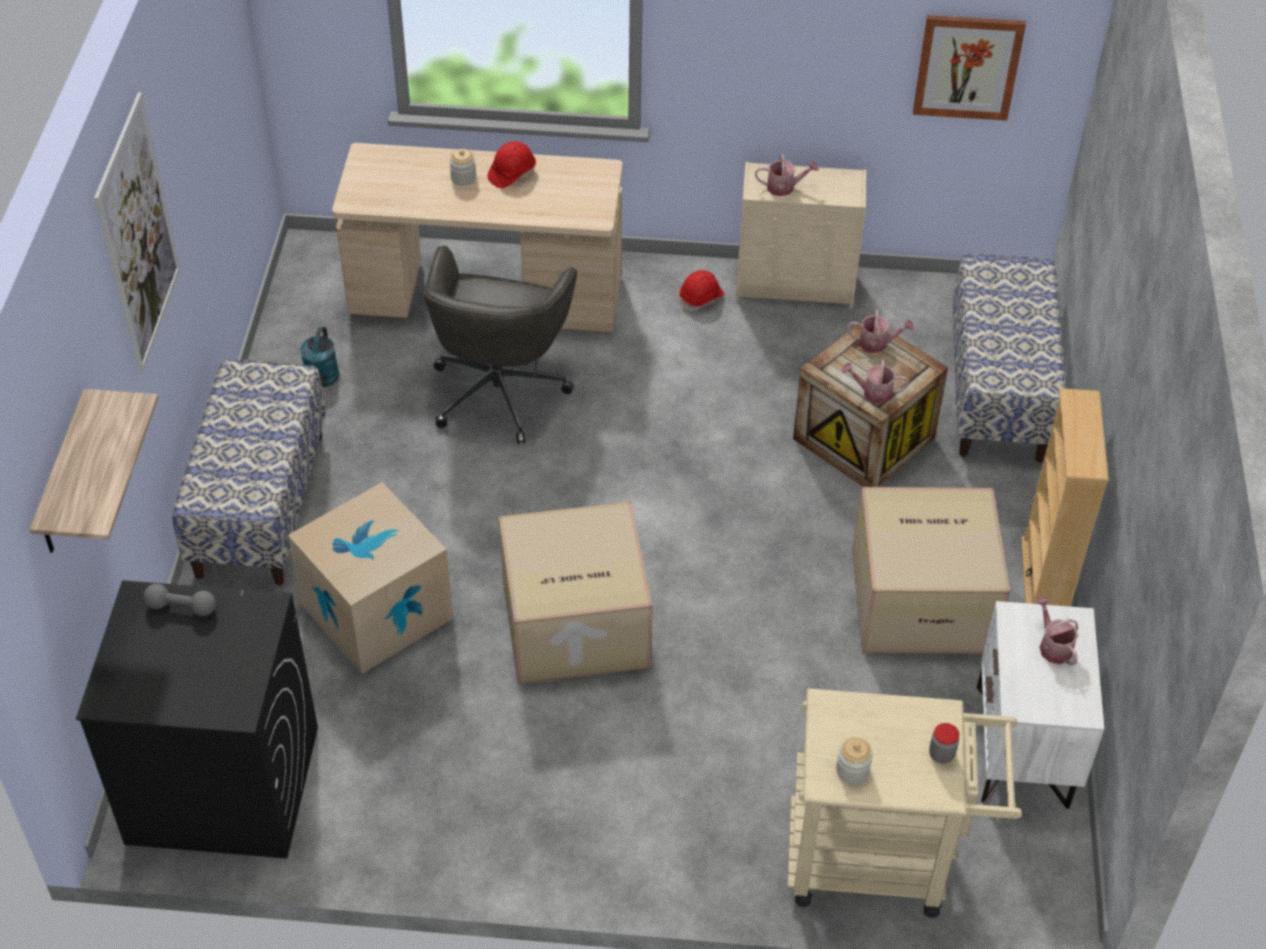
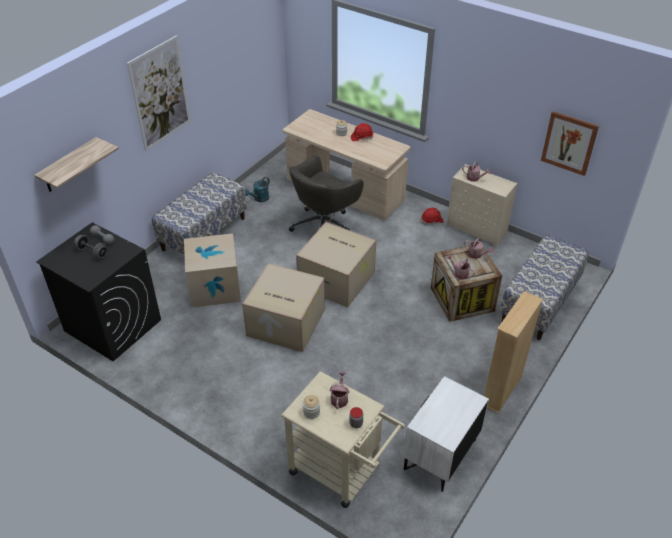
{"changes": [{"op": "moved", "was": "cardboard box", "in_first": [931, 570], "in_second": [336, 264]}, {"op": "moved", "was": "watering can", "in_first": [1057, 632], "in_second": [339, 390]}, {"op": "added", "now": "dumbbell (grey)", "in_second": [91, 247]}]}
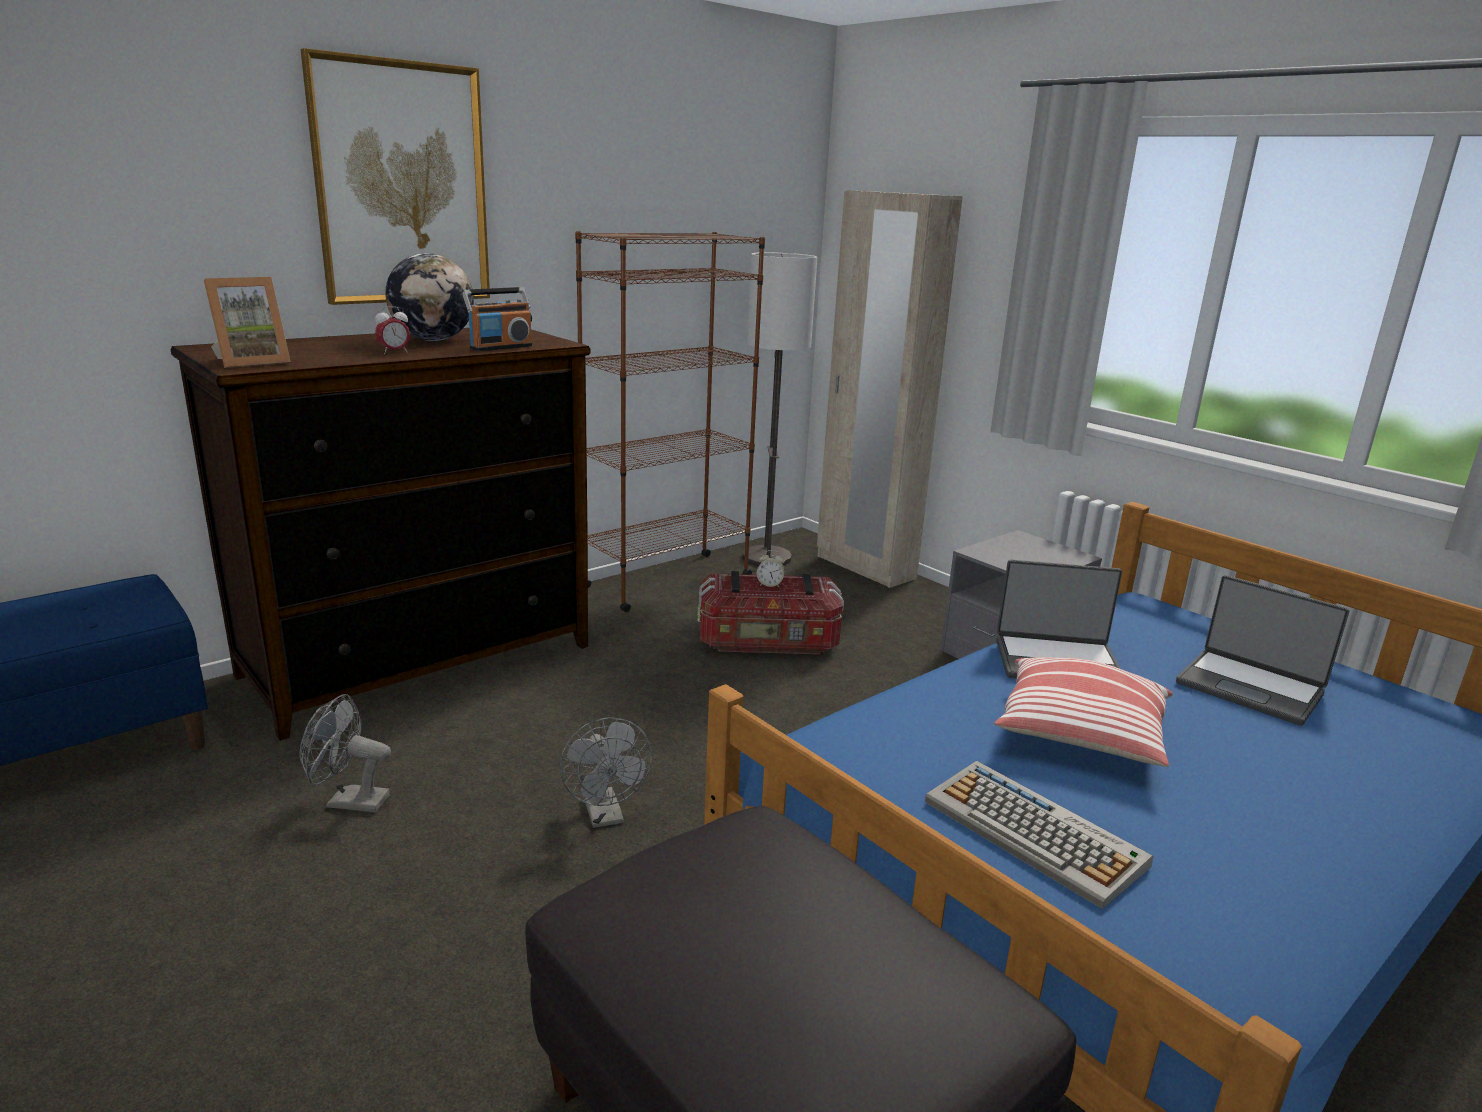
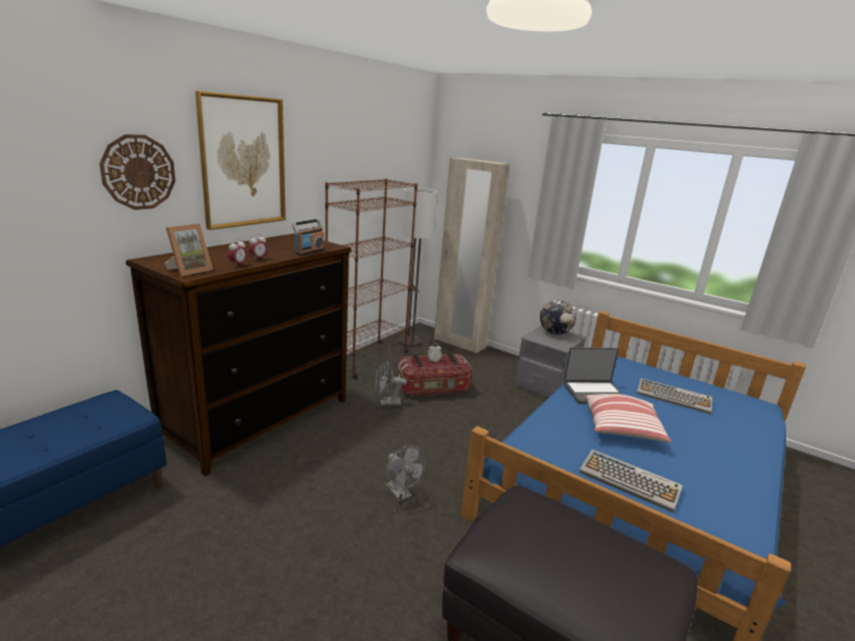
{"changes": [{"op": "moved", "was": "globe", "in_first": [429, 297], "in_second": [558, 317]}, {"op": "replaced", "was": "laptop", "now": "keyboard", "in_first": [1262, 650], "in_second": [674, 396]}, {"op": "moved", "was": "fan (grey)", "in_first": [345, 753], "in_second": [391, 383]}, {"op": "added", "now": "wall clock", "in_second": [137, 172]}, {"op": "added", "now": "alarm clock", "in_second": [237, 253]}]}
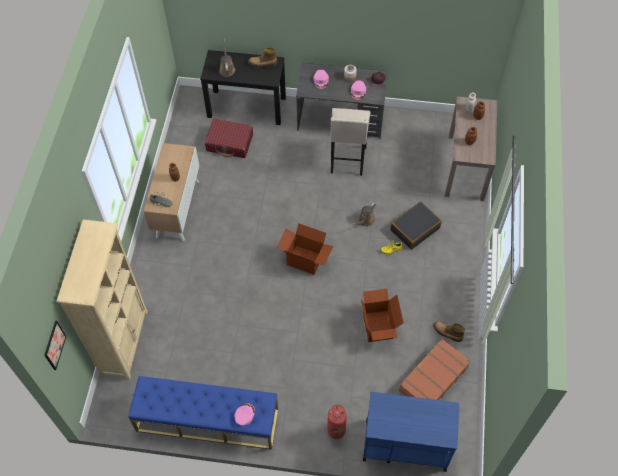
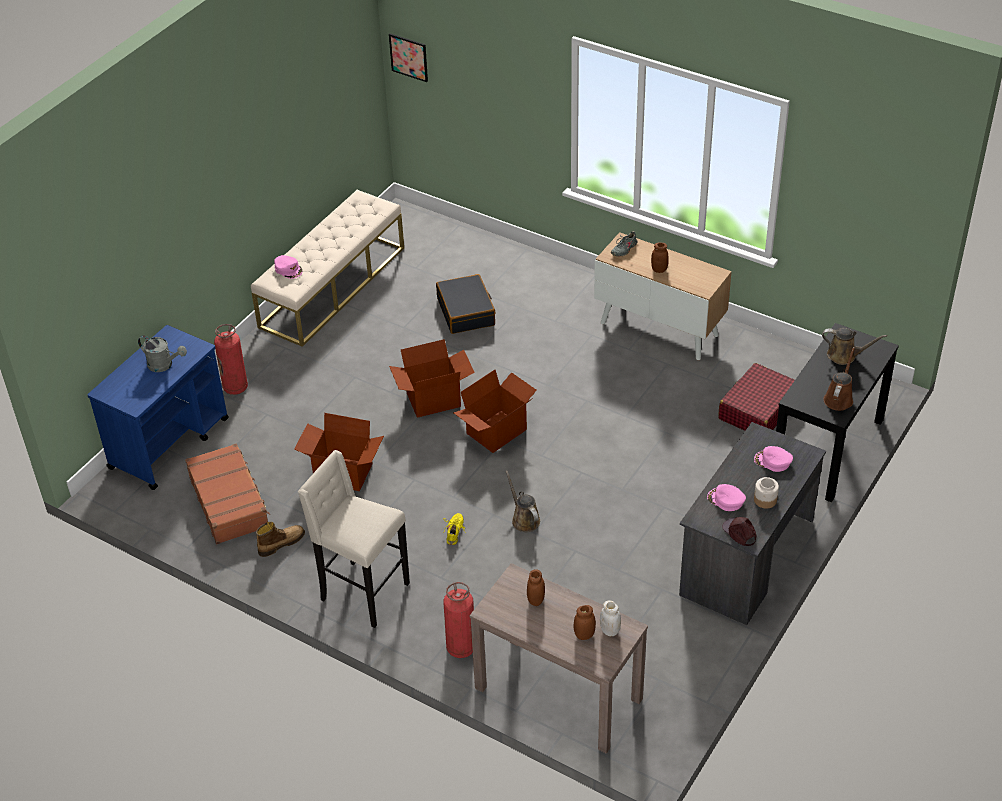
{"changes": [{"op": "replaced", "was": "boot", "now": "watering can (brown)", "in_first": [262, 58], "in_second": [839, 379]}, {"op": "moved", "was": "stool (beige)", "in_first": [350, 142], "in_second": [354, 539]}, {"op": "moved", "was": "suitcase (black)", "in_first": [416, 225], "in_second": [466, 304]}, {"op": "removed", "was": "bookcase (beige)", "in_first": [102, 299]}, {"op": "recoloured", "was": "bench (blue)", "now": "bench (beige)", "in_first": [203, 413], "in_second": [327, 268]}, {"op": "added", "now": "watering can (grey)", "in_second": [162, 353]}, {"op": "added", "now": "cardboard box", "in_second": [432, 378]}, {"op": "added", "now": "fire extinguisher", "in_second": [458, 620]}]}
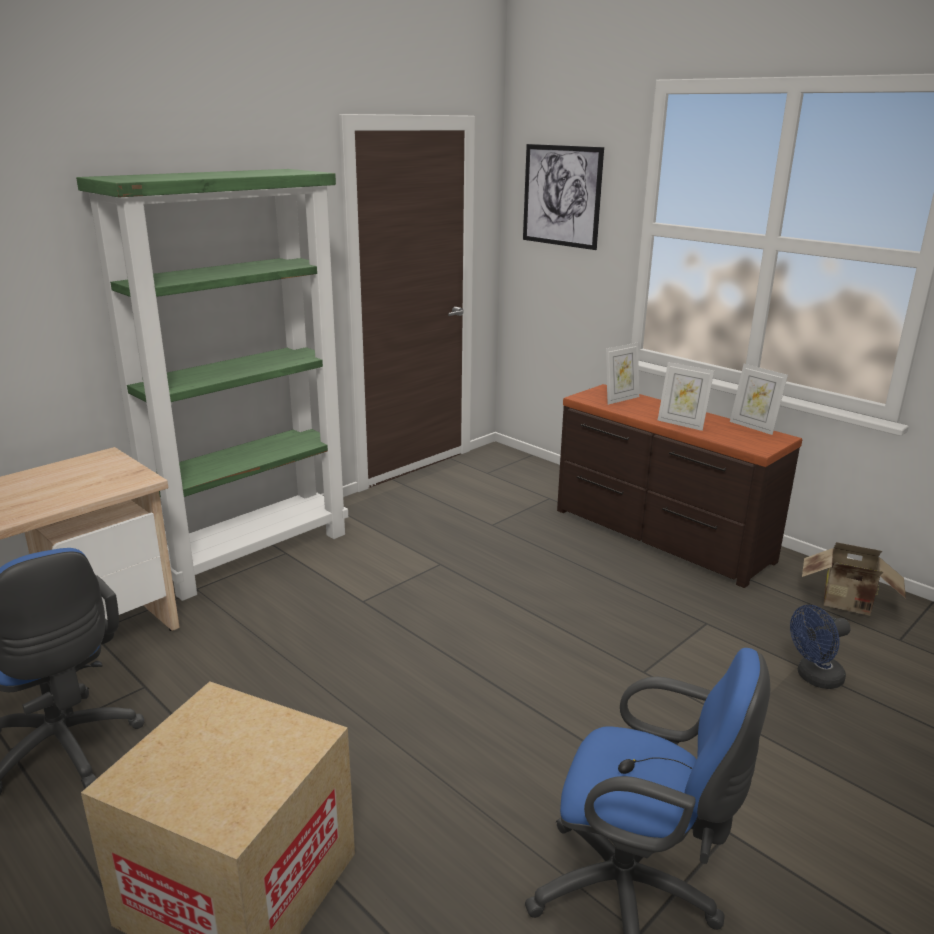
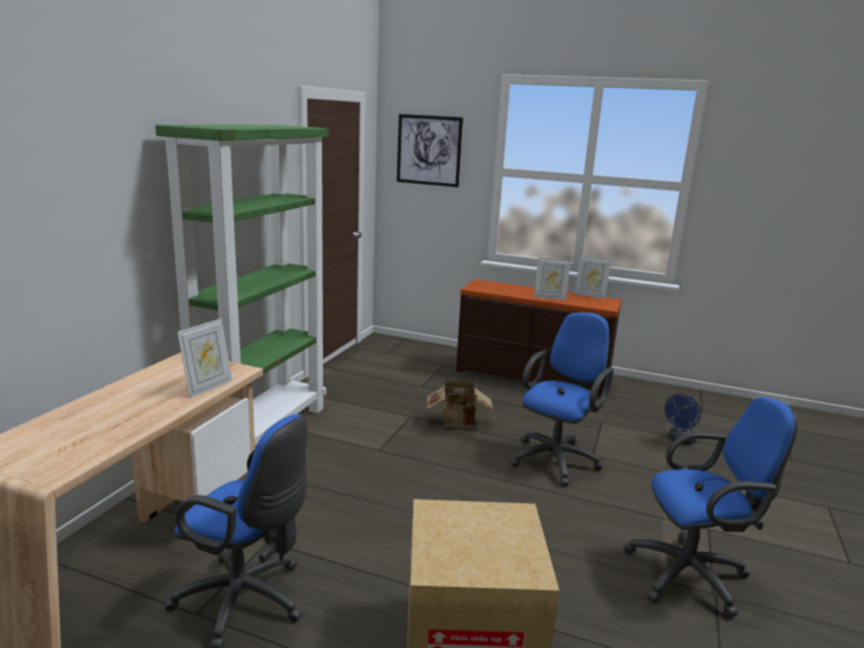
{"changes": [{"op": "moved", "was": "picture frame", "in_first": [622, 373], "in_second": [204, 358]}, {"op": "moved", "was": "cardboard box", "in_first": [854, 579], "in_second": [460, 404]}, {"op": "added", "now": "office chair (blue)", "in_second": [562, 399]}]}
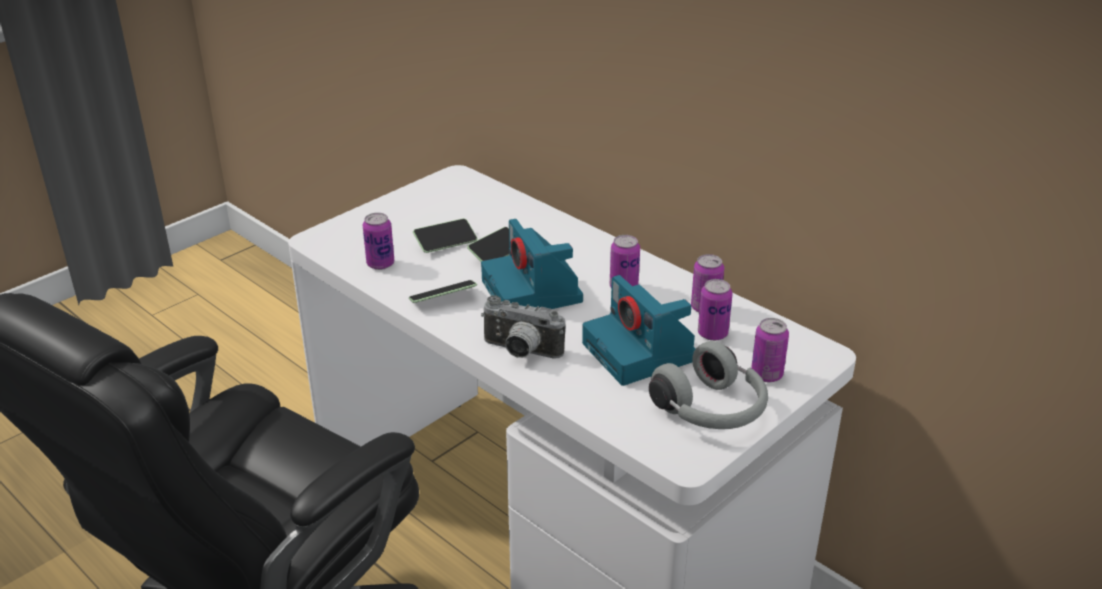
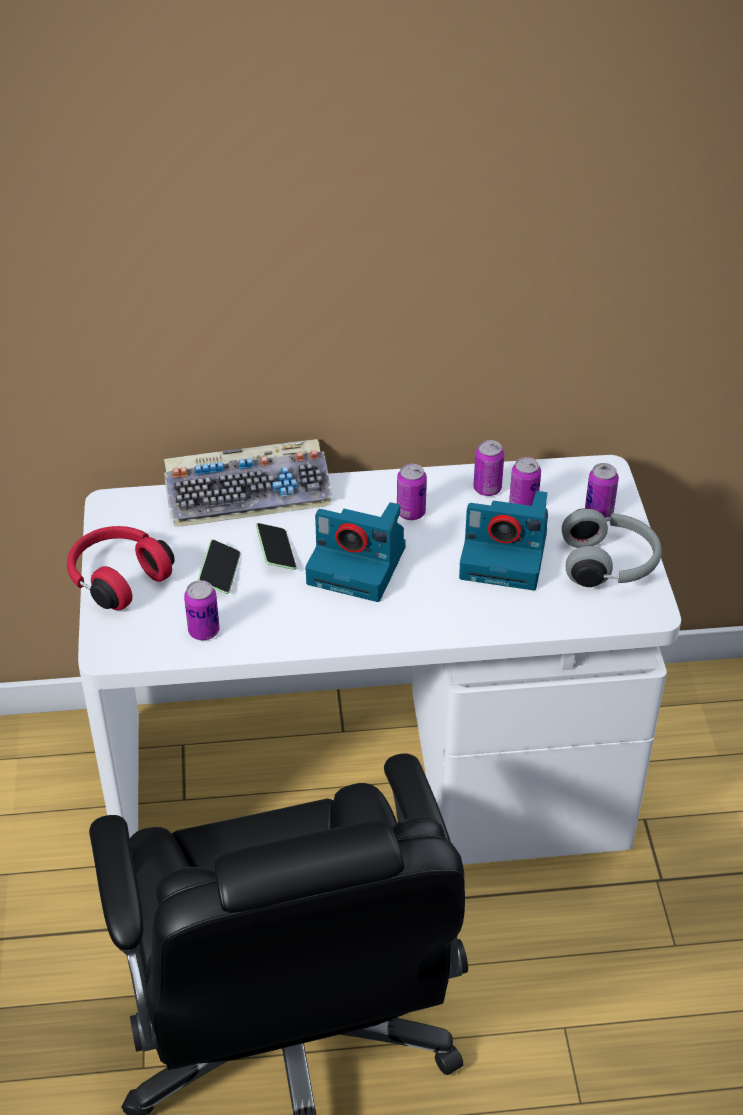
{"changes": [{"op": "removed", "was": "phone", "in_first": [443, 291]}, {"op": "removed", "was": "photo camera", "in_first": [523, 327]}, {"op": "added", "now": "keyboard", "in_second": [248, 483]}, {"op": "added", "now": "headphones (red)", "in_second": [121, 568]}]}
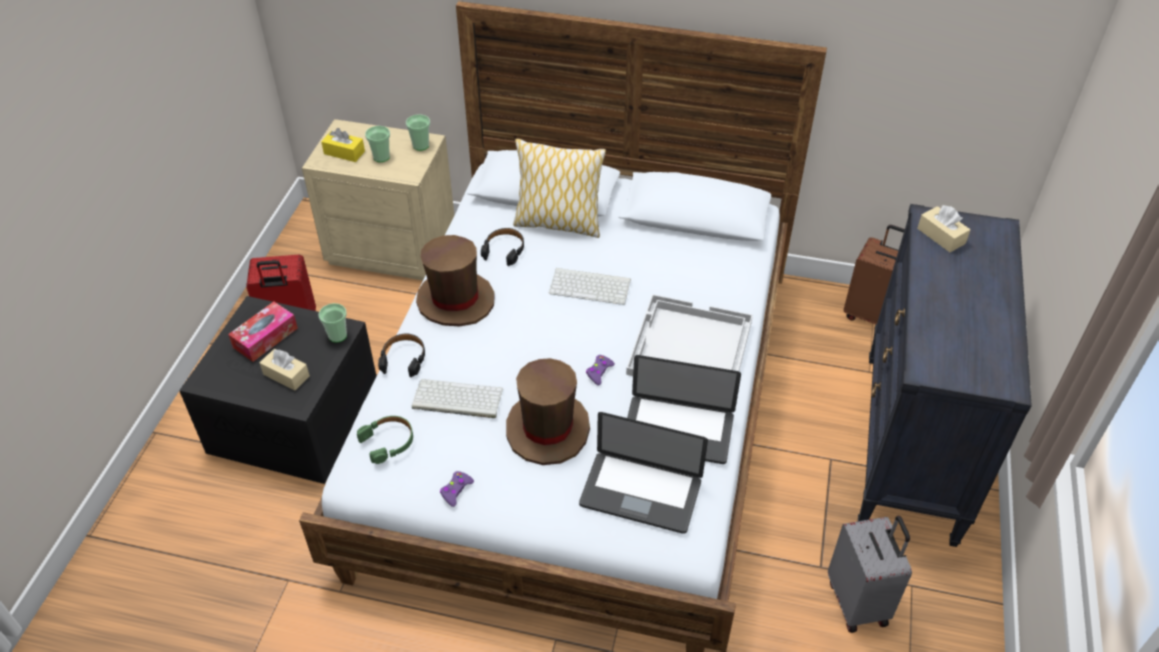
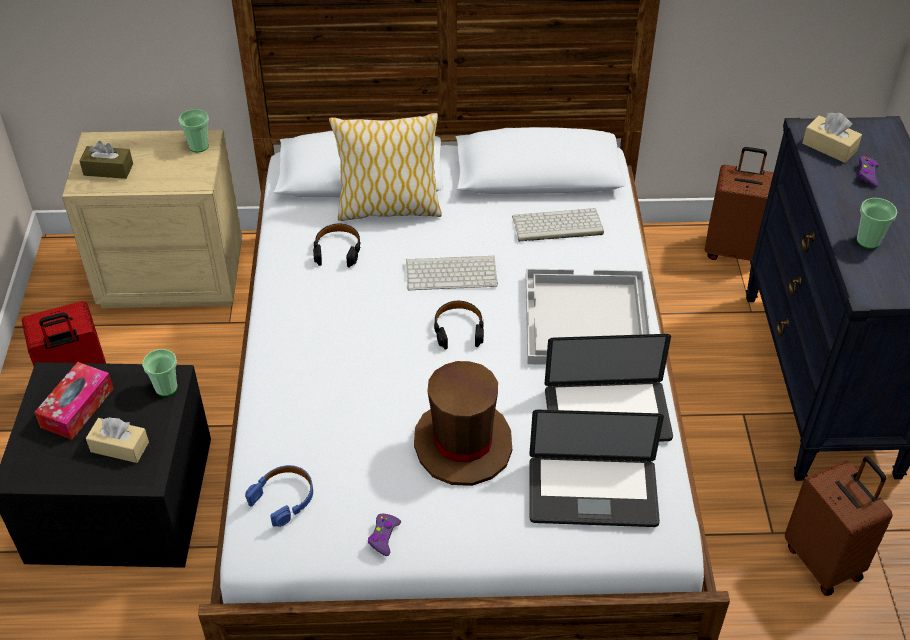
{"changes": [{"op": "moved", "was": "cup", "in_first": [377, 144], "in_second": [877, 223]}, {"op": "recoloured", "was": "tissue box (yellow)", "now": "tissue box (brown)", "in_first": [343, 145], "in_second": [106, 160]}, {"op": "removed", "was": "hat (brown)", "in_first": [455, 280]}, {"op": "moved", "was": "headphones (black)", "in_first": [401, 355], "in_second": [459, 325]}, {"op": "moved", "was": "game controller (purple)", "in_first": [600, 370], "in_second": [868, 171]}, {"op": "moved", "was": "keyboard", "in_first": [457, 398], "in_second": [558, 225]}, {"op": "recoloured", "was": "headphones (green)", "now": "headphones (blue)", "in_first": [385, 440], "in_second": [279, 496]}, {"op": "recoloured", "was": "suitcase (grey)", "now": "suitcase (brown)", "in_first": [870, 574], "in_second": [839, 526]}]}
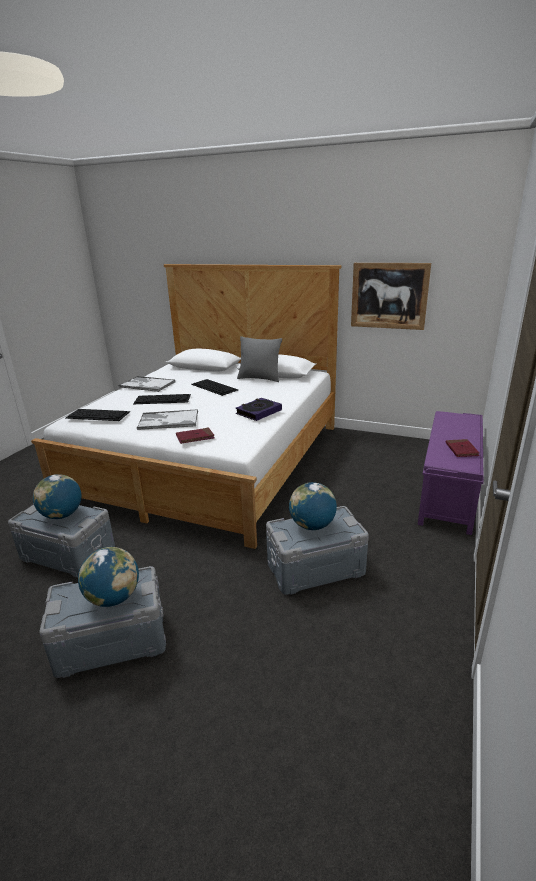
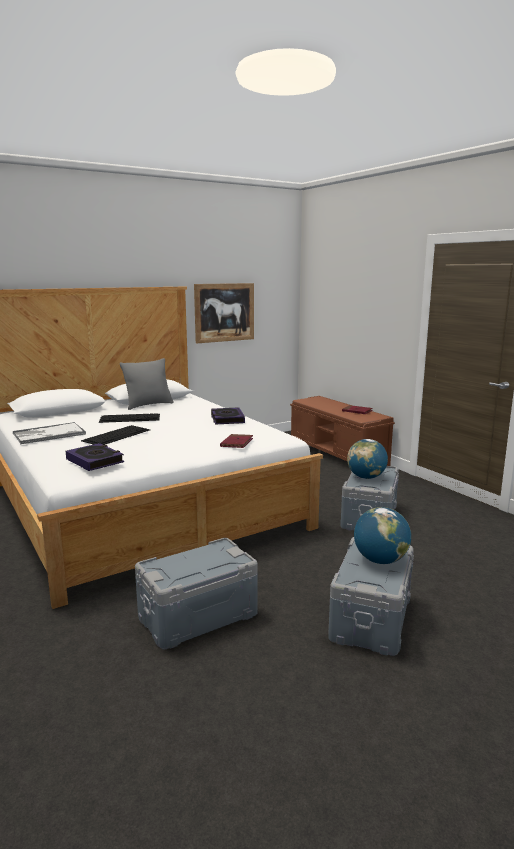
{"changes": [{"op": "replaced", "was": "keyboard", "now": "book", "in_first": [97, 415], "in_second": [95, 457]}, {"op": "removed", "was": "tray", "in_first": [167, 419]}, {"op": "recoloured", "was": "bench (purple)", "now": "bench (brown)", "in_first": [451, 473], "in_second": [342, 431]}, {"op": "removed", "was": "globe", "in_first": [57, 496]}]}
